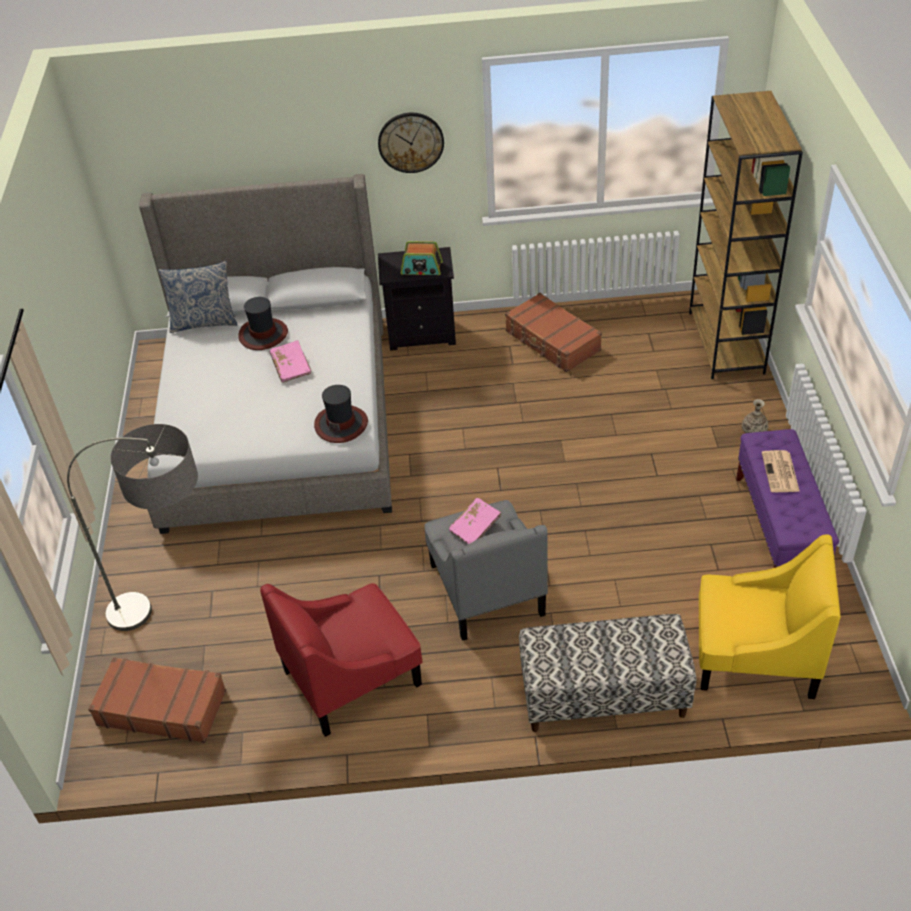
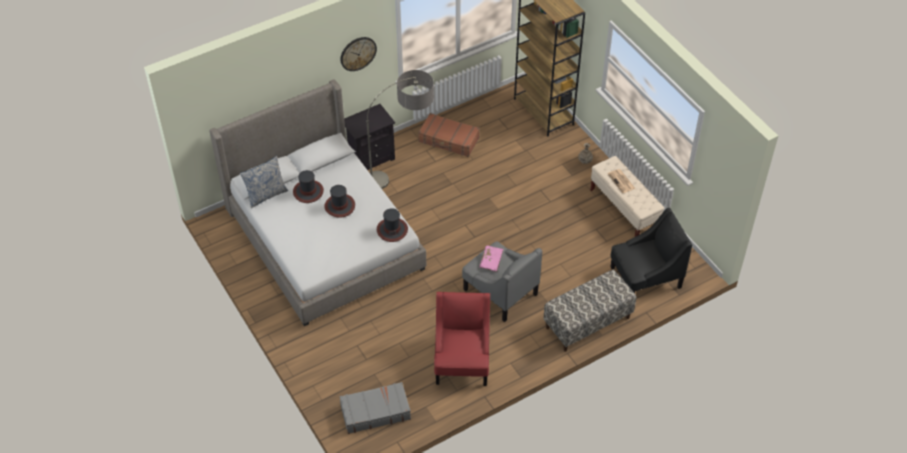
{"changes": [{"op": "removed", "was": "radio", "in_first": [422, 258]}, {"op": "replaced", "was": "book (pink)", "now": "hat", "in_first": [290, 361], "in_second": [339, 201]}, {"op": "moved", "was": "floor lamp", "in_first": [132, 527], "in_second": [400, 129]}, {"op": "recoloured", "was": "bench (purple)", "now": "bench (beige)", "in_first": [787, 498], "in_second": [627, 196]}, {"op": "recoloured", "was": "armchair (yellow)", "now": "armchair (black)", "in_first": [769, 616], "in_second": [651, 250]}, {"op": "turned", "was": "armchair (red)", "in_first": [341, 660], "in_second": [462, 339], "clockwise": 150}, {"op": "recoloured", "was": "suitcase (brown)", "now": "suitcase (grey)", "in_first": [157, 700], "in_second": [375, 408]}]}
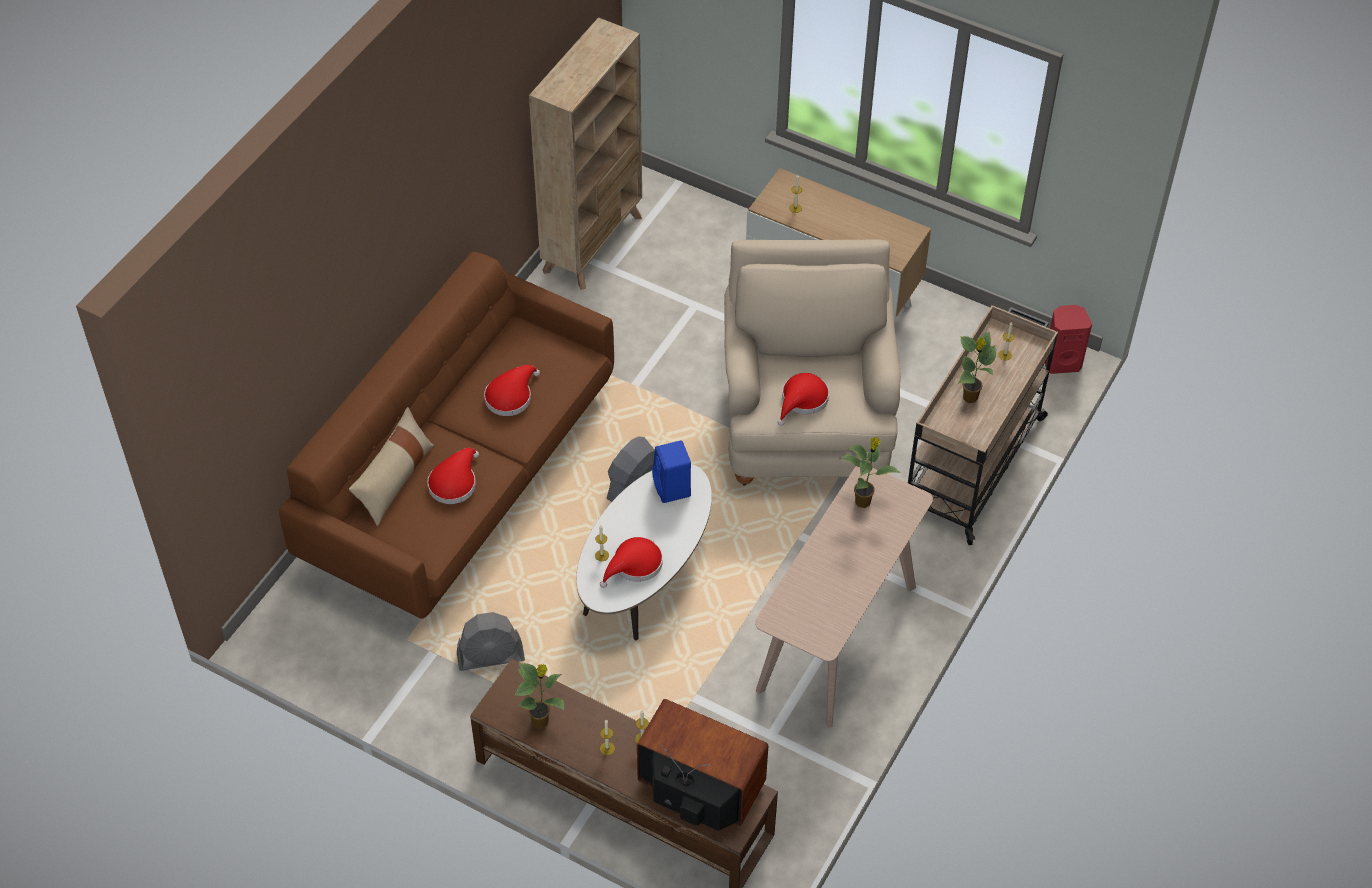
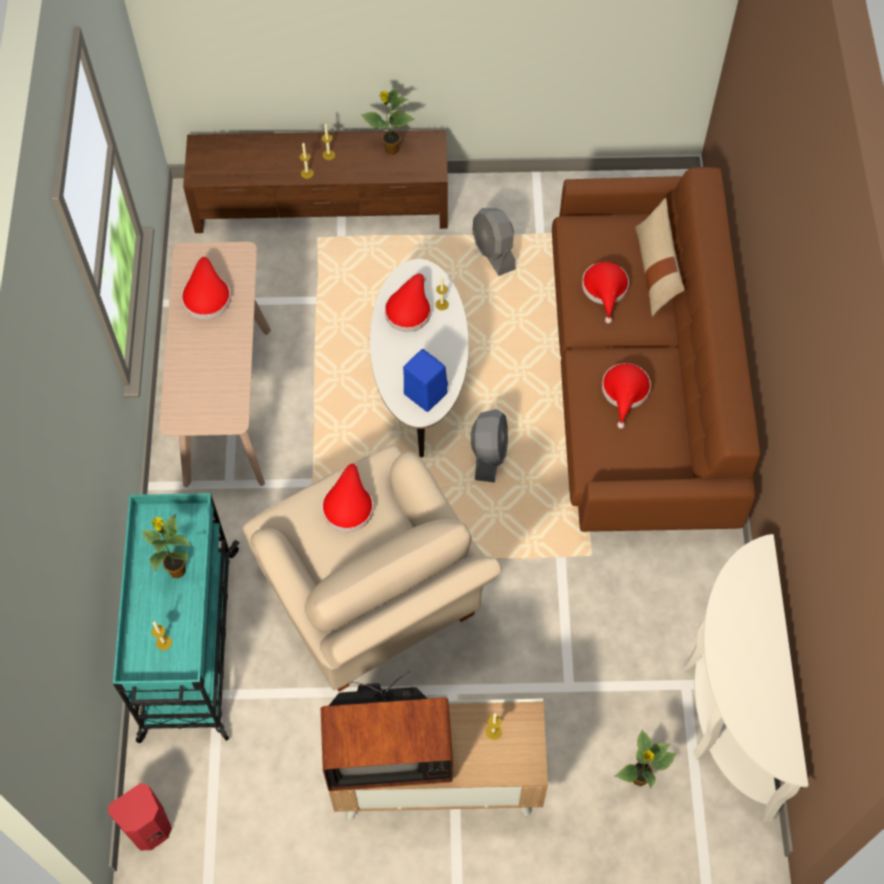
{"changes": [{"op": "replaced", "was": "bookcase (beige)", "now": "console table (white)", "in_first": [585, 153], "in_second": [746, 678]}, {"op": "recoloured", "was": "cart (beige)", "now": "cart (turquoise)", "in_first": [983, 425], "in_second": [176, 618]}, {"op": "moved", "was": "potted plant", "in_first": [870, 472], "in_second": [646, 759]}, {"op": "turned", "was": "fan (grey)", "in_first": [491, 641], "in_second": [494, 242], "clockwise": -75}, {"op": "moved", "was": "television", "in_first": [702, 765], "in_second": [387, 731]}, {"op": "added", "now": "hat (red)", "in_second": [206, 288]}]}
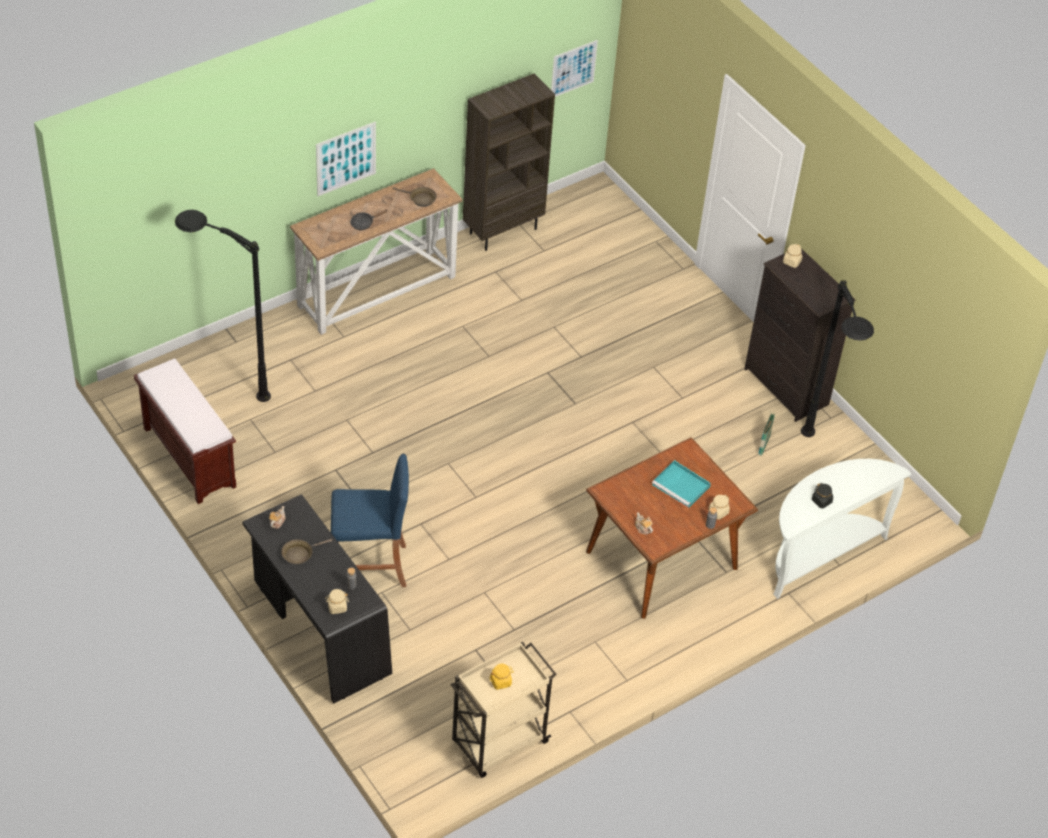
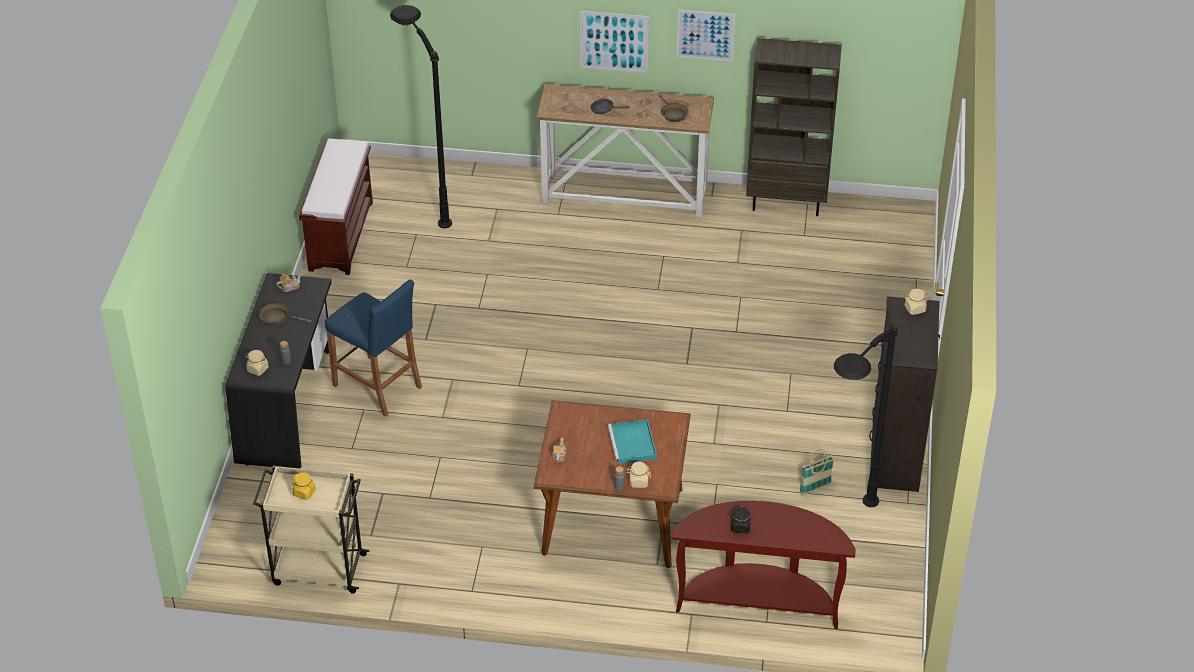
{"changes": [{"op": "moved", "was": "picture", "in_first": [574, 68], "in_second": [706, 35]}, {"op": "recoloured", "was": "console table (white)", "now": "console table (brown)", "in_first": [842, 529], "in_second": [763, 565]}]}
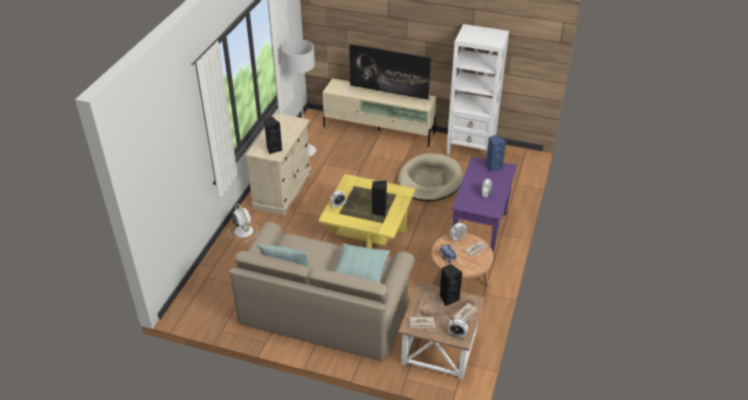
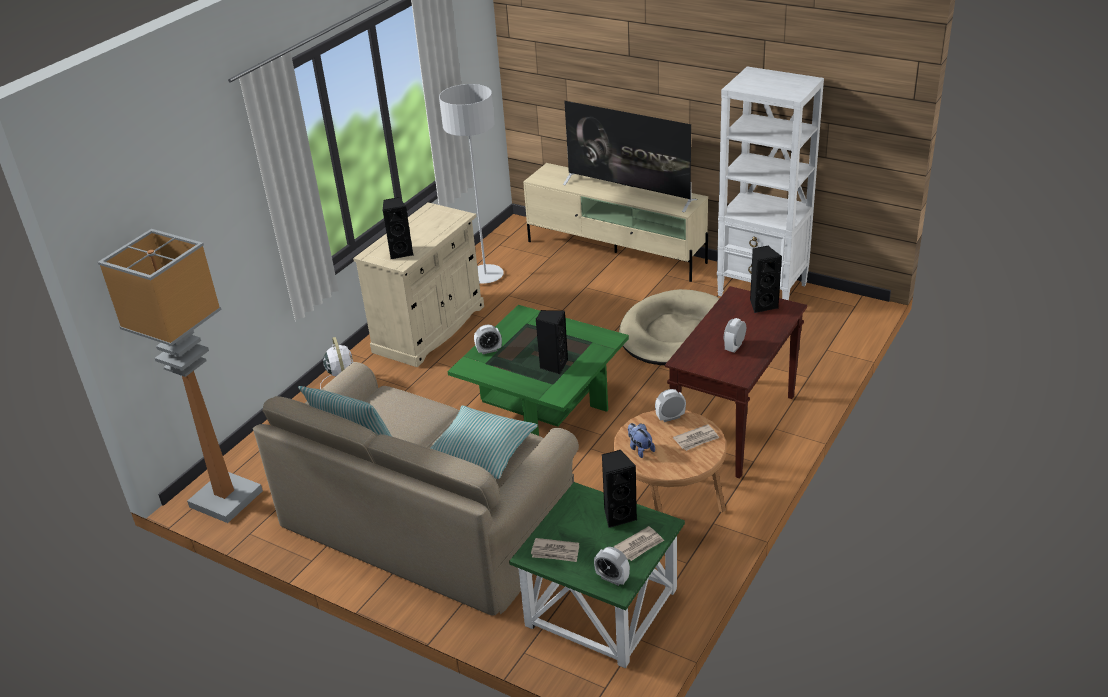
{"changes": [{"op": "recoloured", "was": "speaker (blue)", "now": "speaker (black)", "in_first": [496, 153], "in_second": [766, 279]}, {"op": "recoloured", "was": "console table (purple)", "now": "console table (brown)", "in_first": [484, 211], "in_second": [736, 382]}, {"op": "recoloured", "was": "coffee table (yellow)", "now": "coffee table (green)", "in_first": [367, 211], "in_second": [538, 370]}, {"op": "recoloured", "was": "side table (brown)", "now": "side table (green)", "in_first": [441, 331], "in_second": [597, 575]}, {"op": "added", "now": "floor lamp", "in_second": [180, 376]}]}
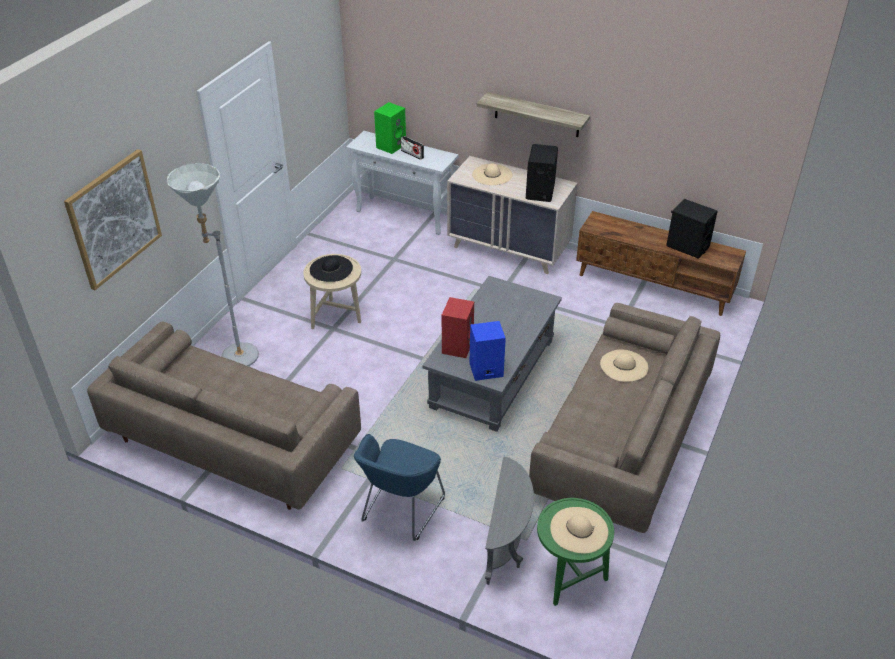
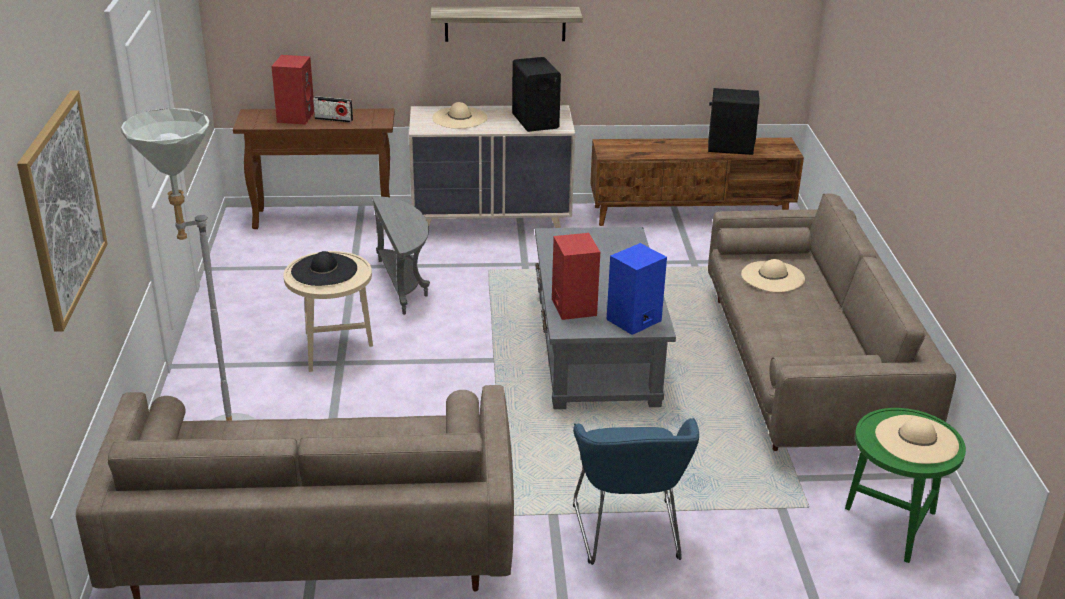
{"changes": [{"op": "recoloured", "was": "speaker (green)", "now": "speaker (red)", "in_first": [390, 128], "in_second": [292, 90]}, {"op": "recoloured", "was": "console table (white)", "now": "console table (brown)", "in_first": [402, 183], "in_second": [314, 168]}, {"op": "moved", "was": "side table (grey)", "in_first": [509, 521], "in_second": [401, 255]}]}
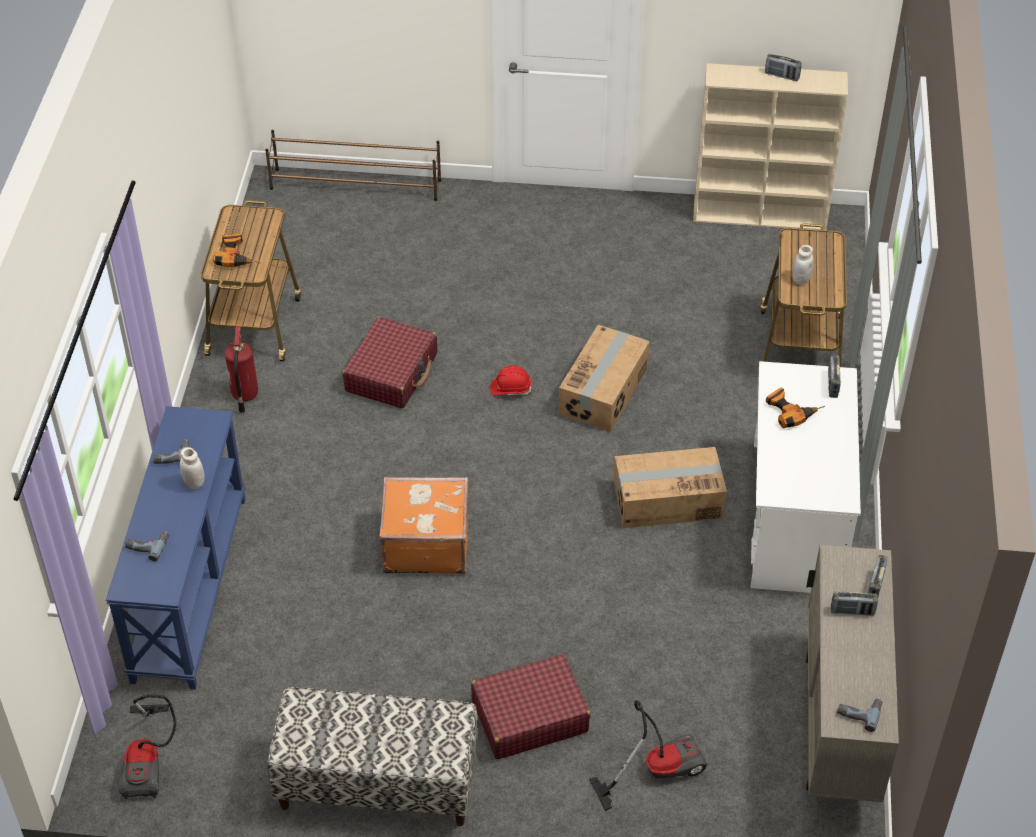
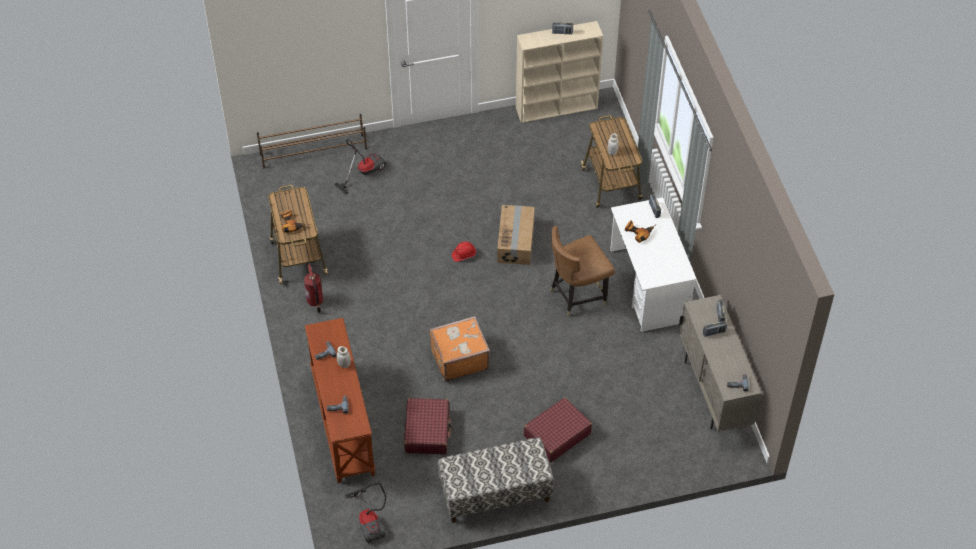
{"changes": [{"op": "moved", "was": "suitcase (red)", "in_first": [390, 363], "in_second": [427, 426]}, {"op": "recoloured", "was": "console table (blue)", "now": "console table (brown)", "in_first": [175, 547], "in_second": [340, 400]}, {"op": "replaced", "was": "cardboard box", "now": "chair (brown)", "in_first": [670, 487], "in_second": [582, 271]}, {"op": "moved", "was": "vacuum cleaner", "in_first": [648, 755], "in_second": [360, 167]}]}
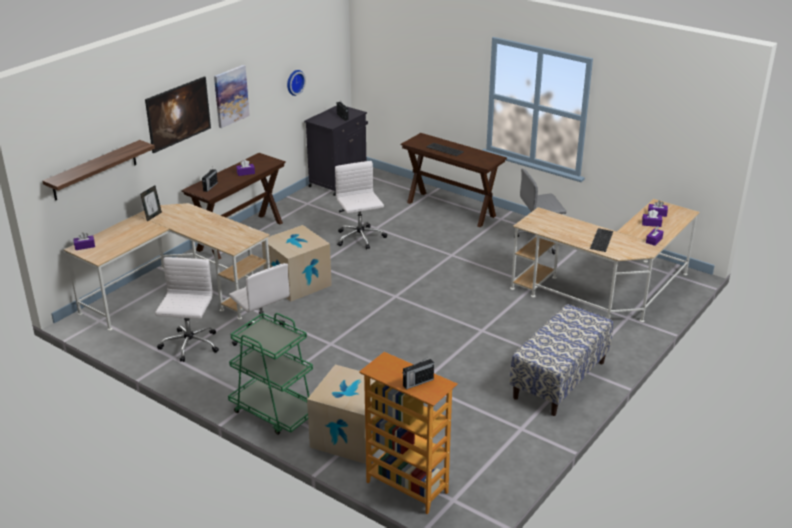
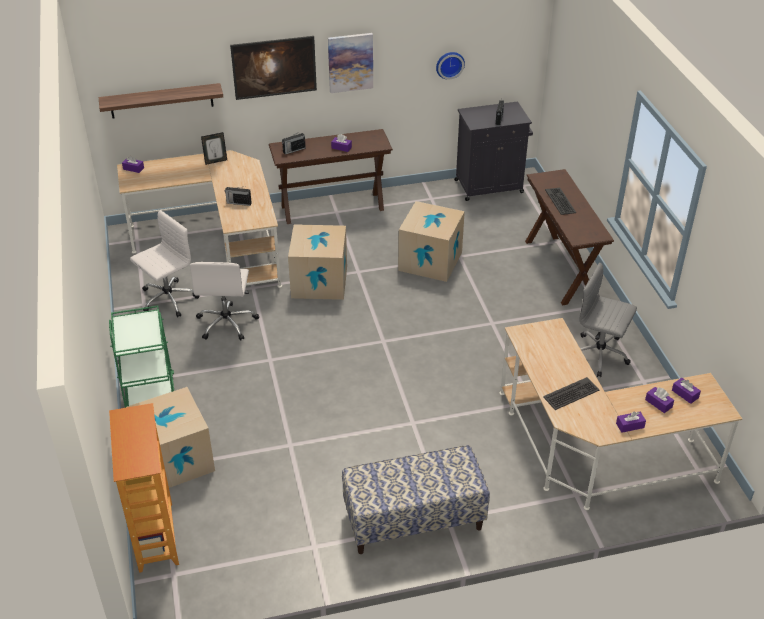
{"changes": [{"op": "replaced", "was": "office chair (white)", "now": "cardboard box", "in_first": [361, 205], "in_second": [431, 241]}, {"op": "moved", "was": "radio", "in_first": [418, 374], "in_second": [238, 196]}]}
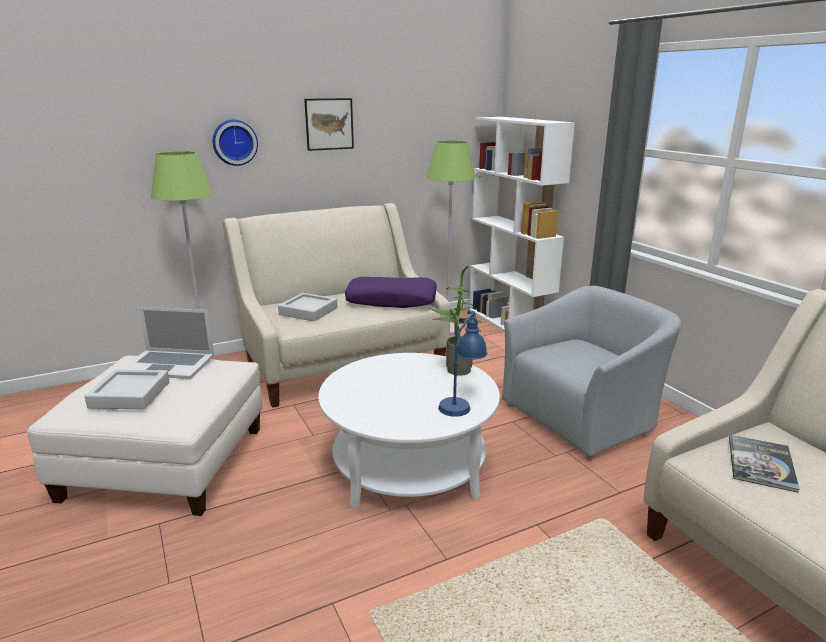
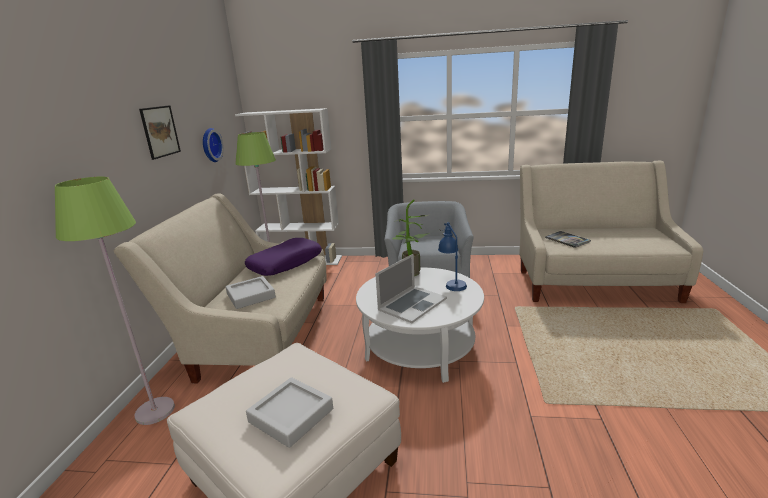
{"changes": [{"op": "moved", "was": "wall clock", "in_first": [235, 143], "in_second": [213, 145]}, {"op": "moved", "was": "laptop", "in_first": [167, 343], "in_second": [411, 288]}]}
